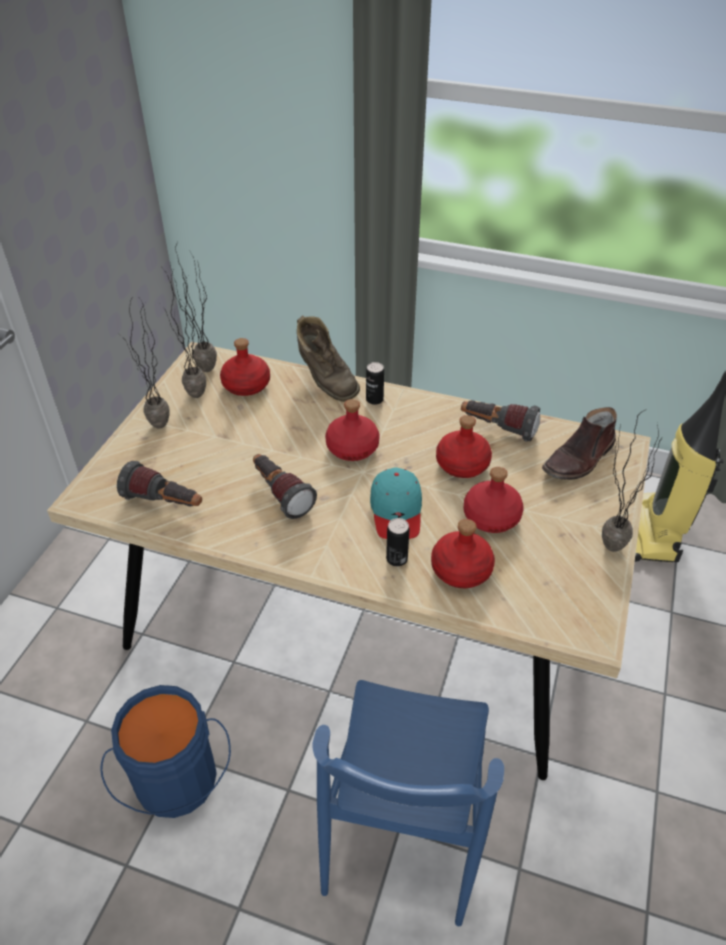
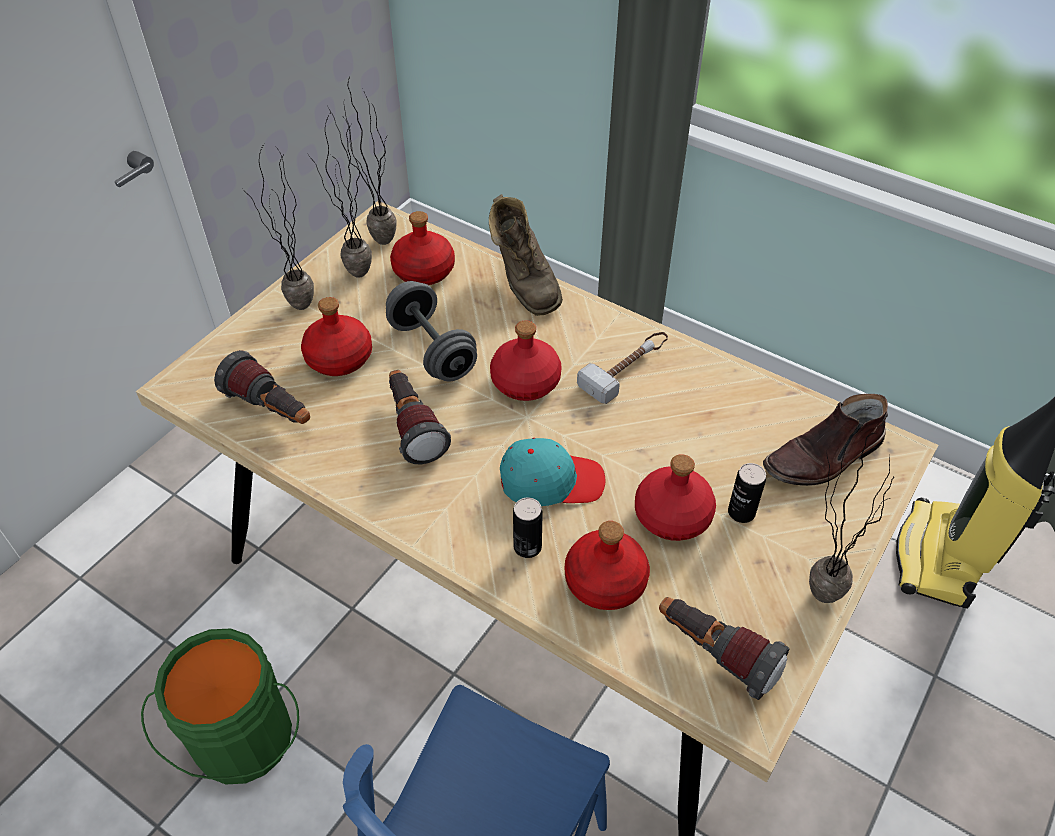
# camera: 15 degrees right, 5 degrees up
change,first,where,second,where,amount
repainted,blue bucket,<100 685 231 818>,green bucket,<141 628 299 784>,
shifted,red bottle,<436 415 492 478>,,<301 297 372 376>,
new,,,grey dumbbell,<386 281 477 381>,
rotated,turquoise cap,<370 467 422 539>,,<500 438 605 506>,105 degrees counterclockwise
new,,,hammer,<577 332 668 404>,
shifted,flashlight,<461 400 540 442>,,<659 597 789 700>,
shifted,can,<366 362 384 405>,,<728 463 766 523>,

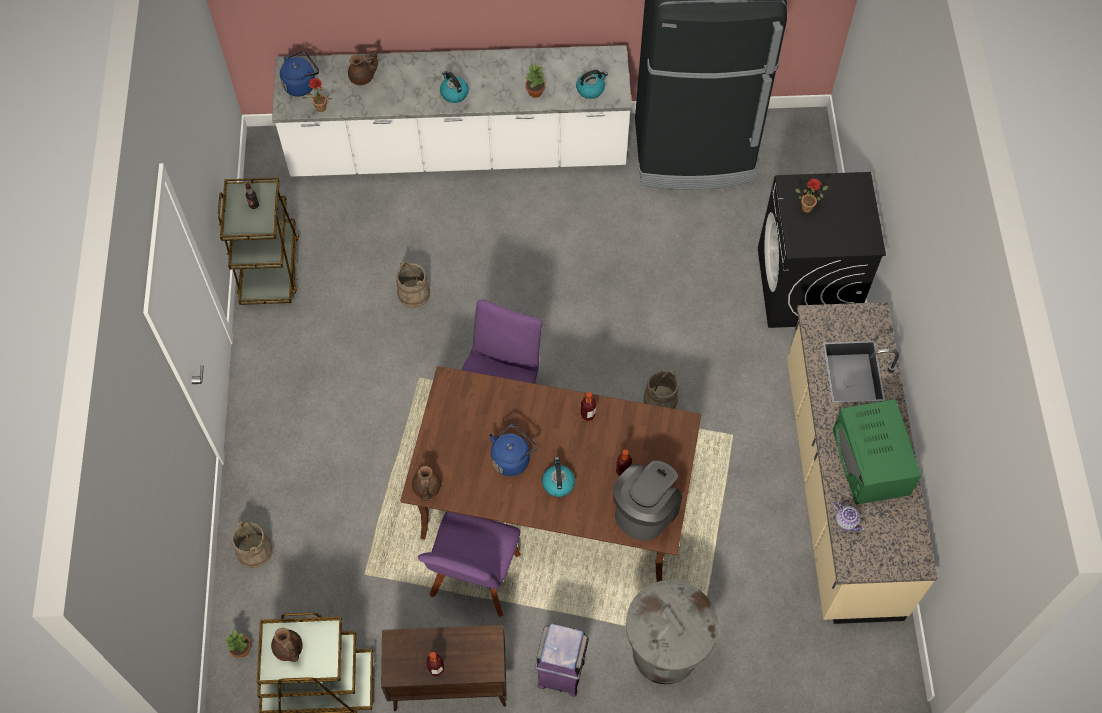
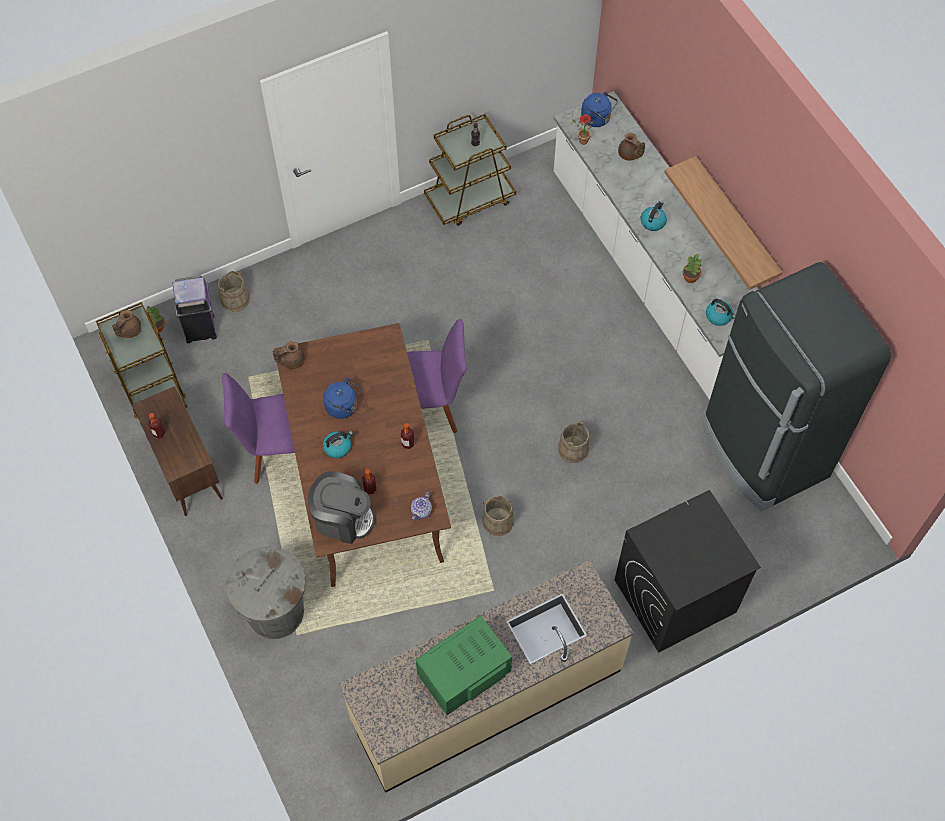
# camera: 65 degrees right, 0 degrees up
change,first,where,second,where,amount
shifted,purple trash can,<535 623 589 697>,,<173 276 217 343>,
shifted,teapot,<833 501 864 532>,,<411 492 432 520>,
shifted,beige bucket,<396 262 430 308>,,<558 421 589 463>,
new,,,shelf,<664 156 782 290>,
gone,potted plant,<795 179 828 213>,,,

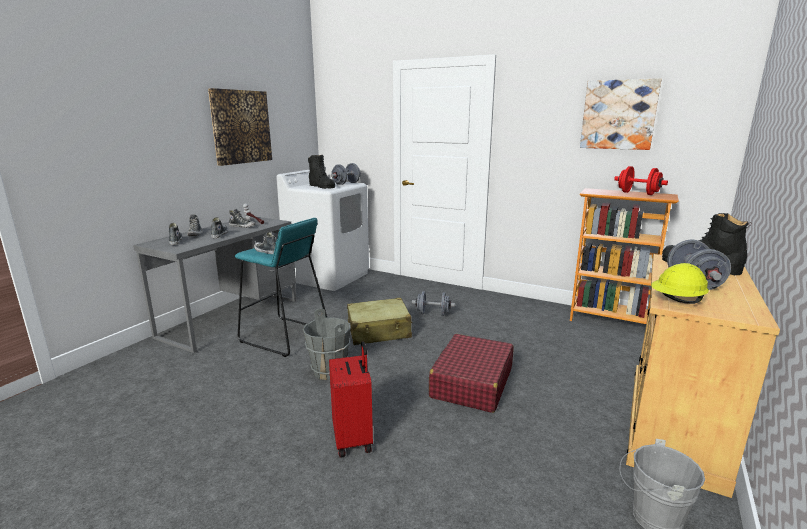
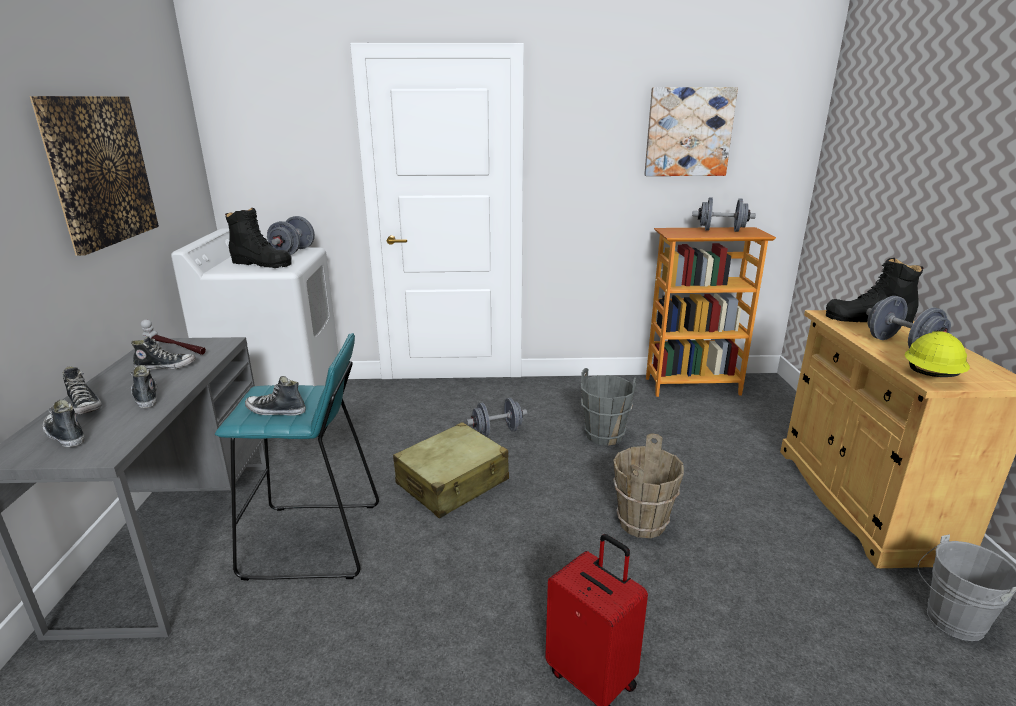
# camera: 30 degrees left, 5 degrees up
change,first,where,second,where,amount
shifted,grey bucket,<303 308 351 380>,,<581 368 637 446>,
swapped,red suitcase,<429 334 514 413>,brown bucket,<613 433 684 538>,
repainted,red dumbbell,<614 166 668 195>,grey dumbbell,<692 198 756 232>,

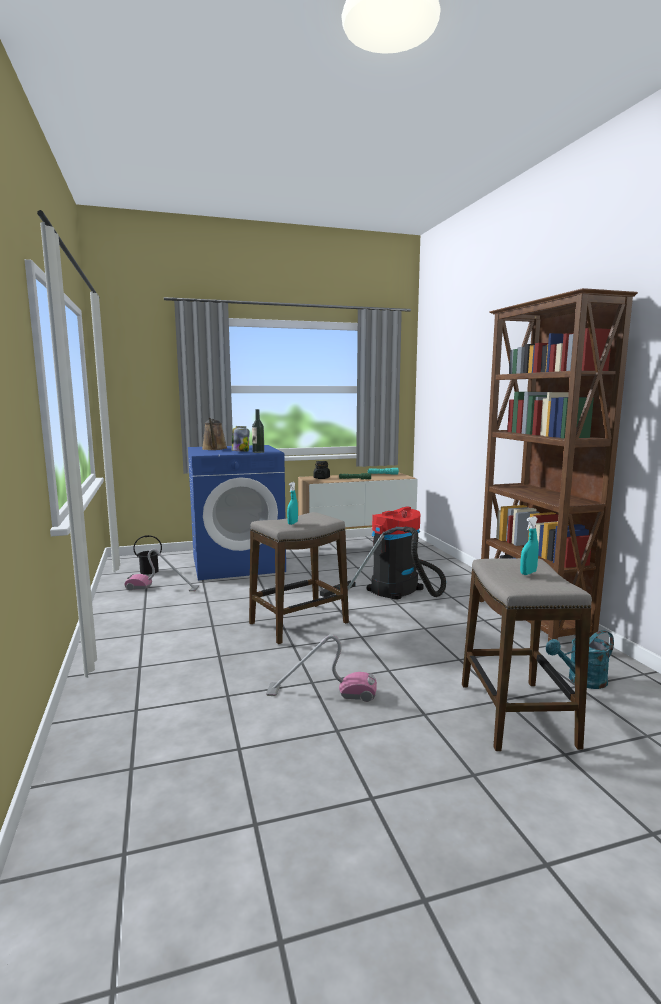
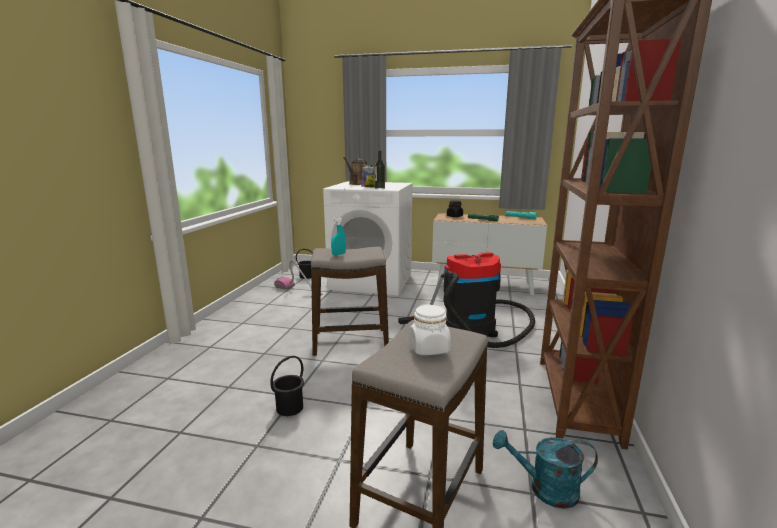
# camera: 30 degrees right, 5 degrees up
change,first,where,second,where,amount
swapped,vacuum cleaner,<266 635 377 702>,black bucket,<270 356 304 416>,
repainted,blue washing machine,<188 445 286 580>,white washing machine,<323 181 413 296>,
swapped,turquoise spray bottle,<520 516 539 575>,white jar,<409 304 451 355>,

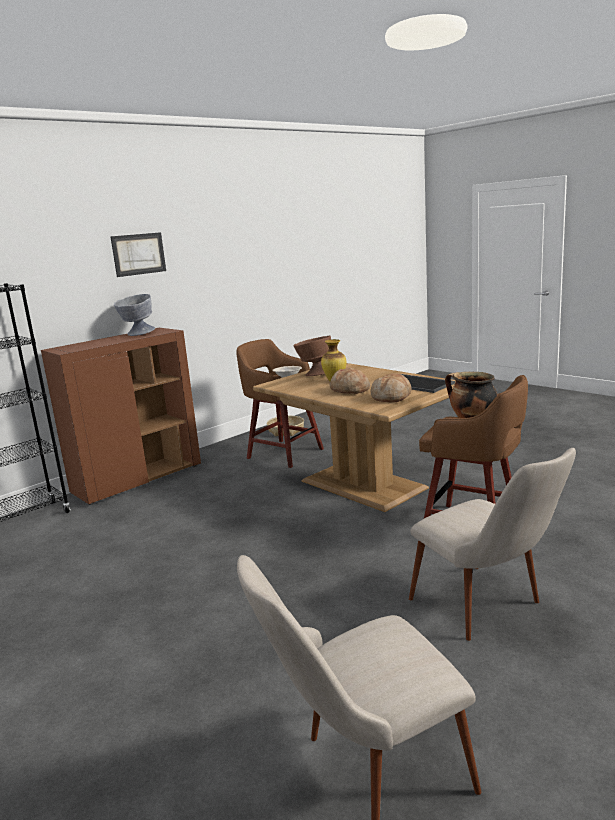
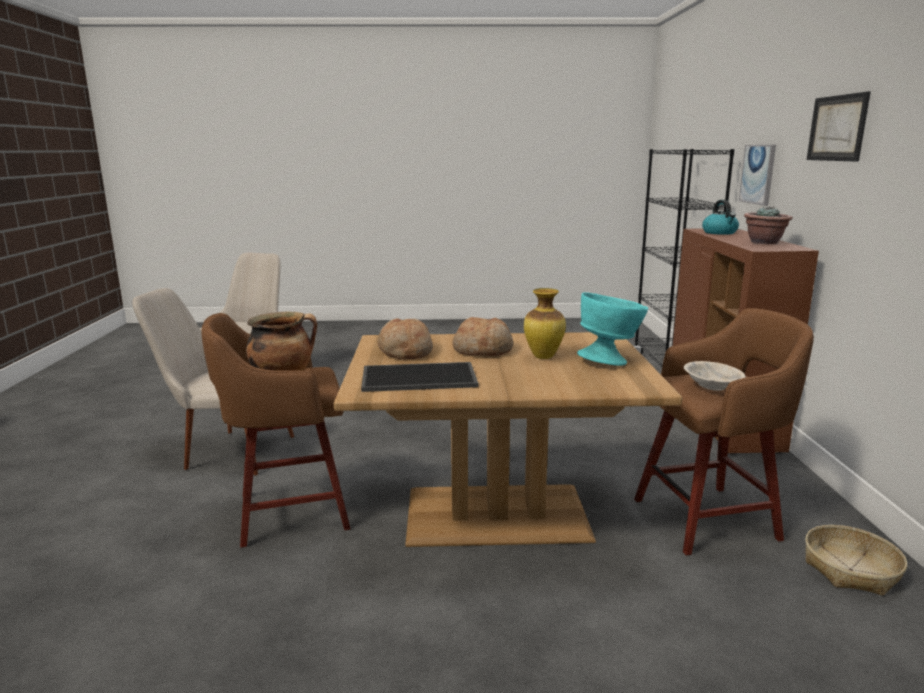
# camera: 130 degrees right, 0 degrees up
change,first,where,second,where,amount
repainted,brown bowl,<293 336 331 376>,turquoise bowl,<577 292 648 366>,
new,,,kettle,<702 200 739 235>,
new,,,picture,<739 145 776 206>,
swapped,grey bowl,<114 294 155 336>,potted plant,<744 207 793 244>,

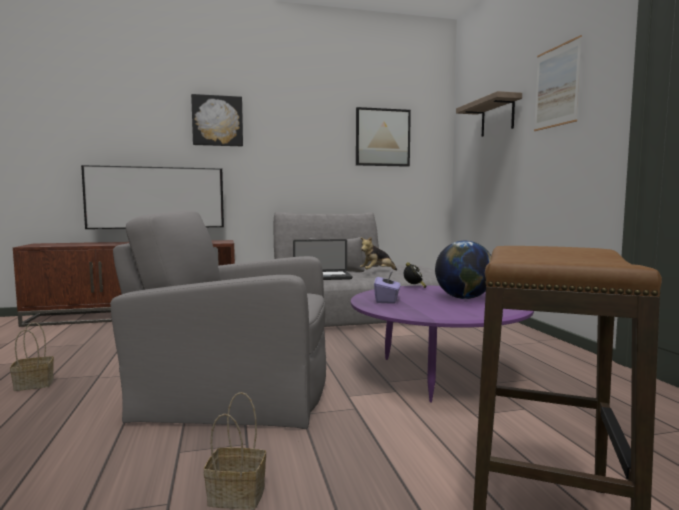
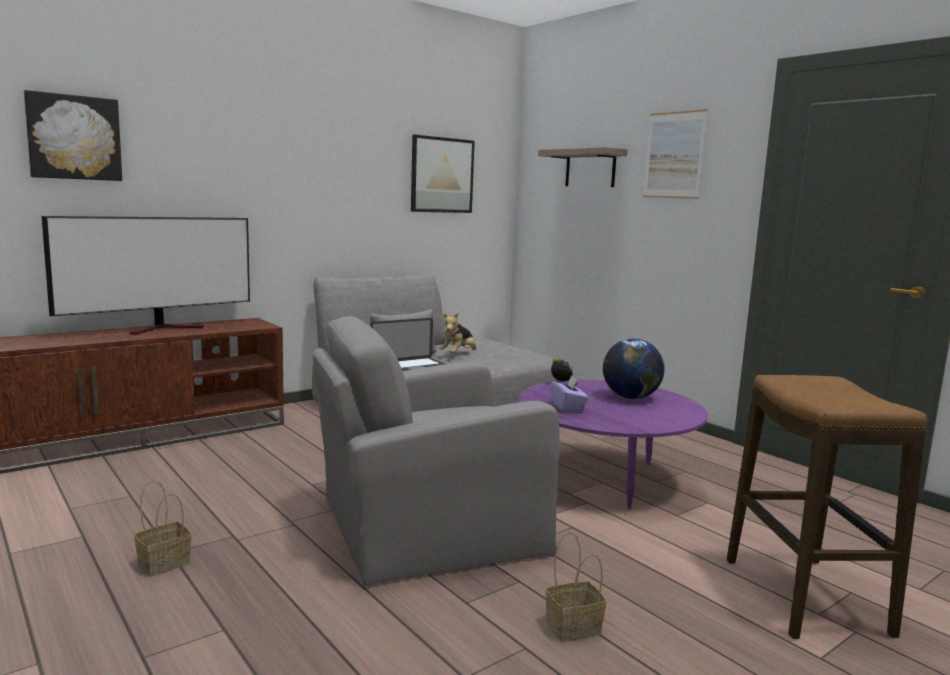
# camera: 25 degrees left, 5 degrees up
change,first,where,second,where,amount
shifted,picture,<191 94 243 146>,,<24 90 122 181>,

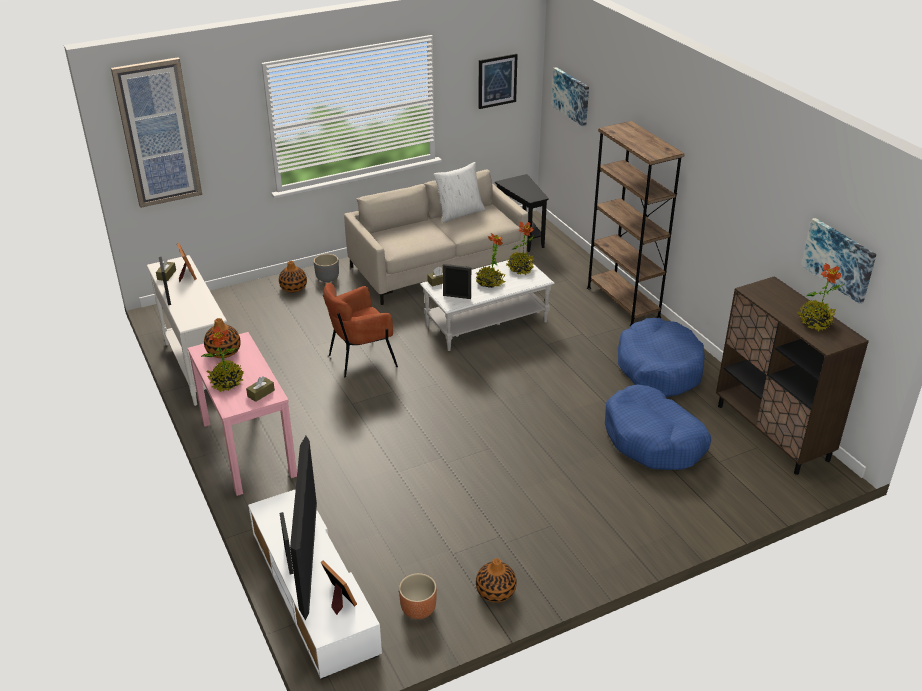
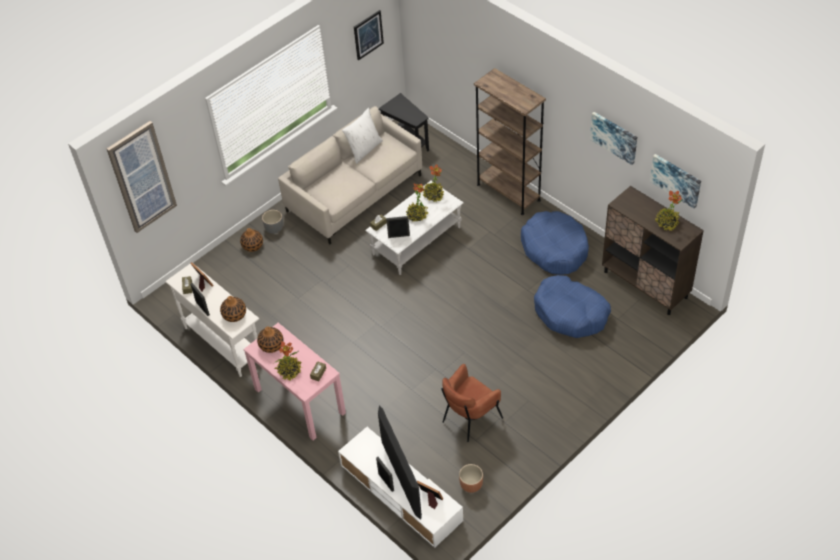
# camera: 15 degrees left, 15 degrees up
change,first,where,second,where,amount
shifted,vase,<476 558 517 603>,,<220 296 246 322>,
shifted,brown armchair,<323 283 398 377>,,<441 364 503 442>,
shifted,picture,<552 67 589 127>,,<590 112 637 165>,

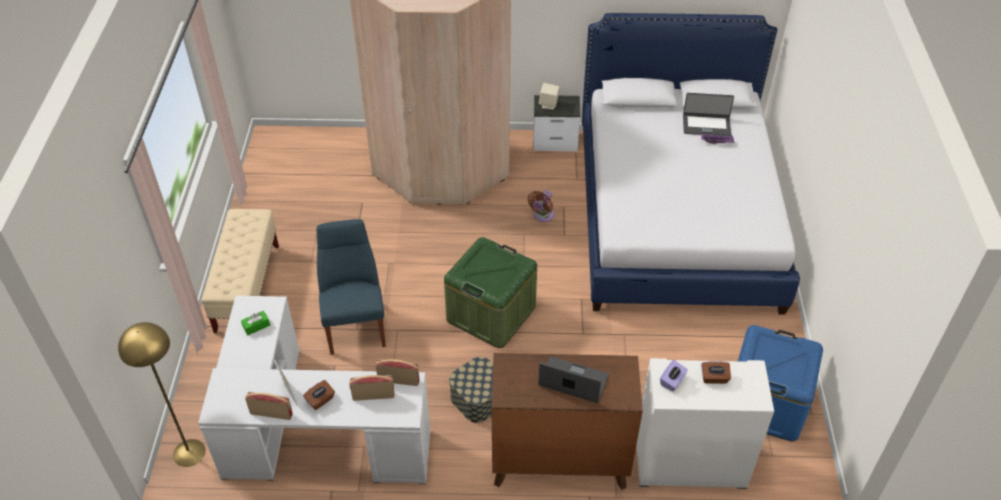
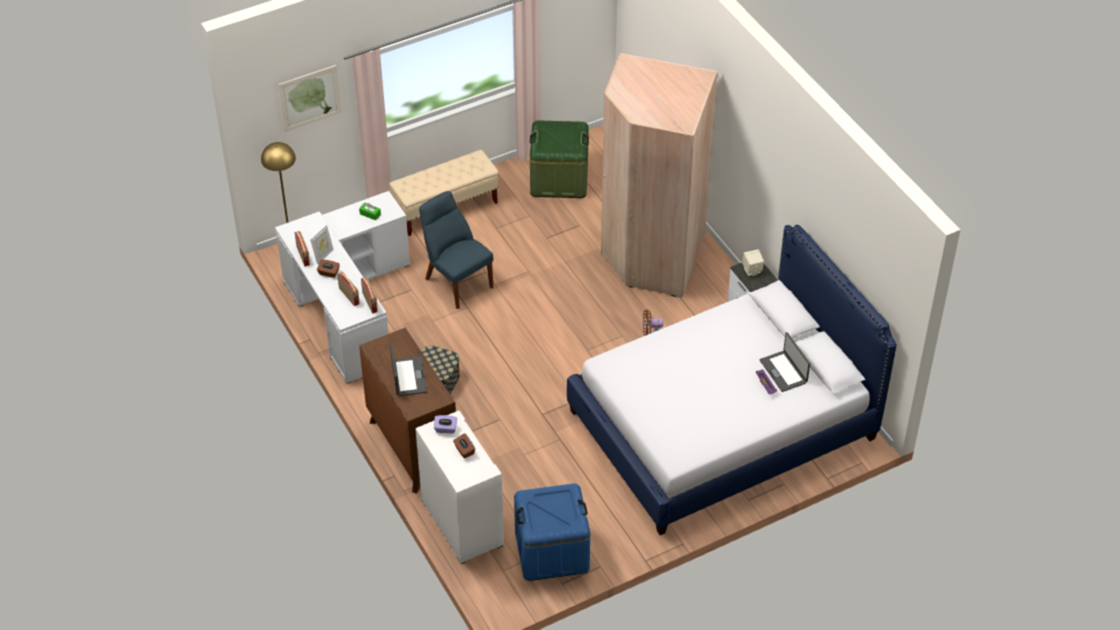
# camera: 60 degrees right, 0 degrees up
change,first,where,second,where,amount
new,,,picture,<279 65 341 132>,
rotated,blue chair,<316 219 386 355>,,<419 191 493 309>,90 degrees counterclockwise
shifted,green storage box,<444 237 537 348>,,<530 120 589 198>,

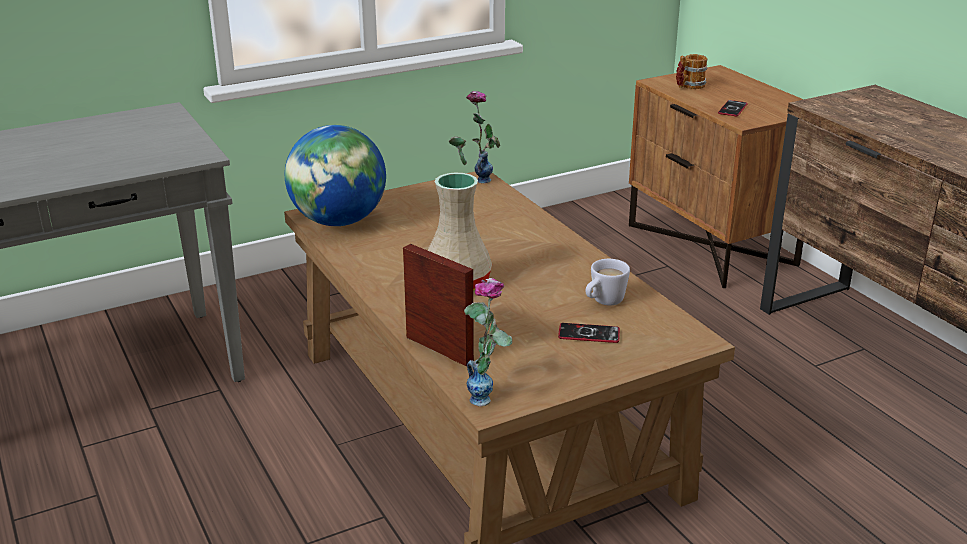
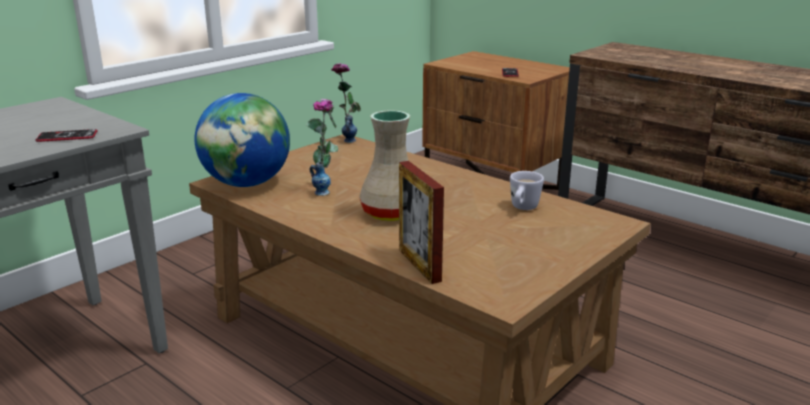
# camera: 20 degrees left, 5 degrees down
change,first,where,second,where,amount
shifted,phone,<558 323 620 343>,,<35 129 98 142>,
shifted,vase,<464 278 512 407>,,<306 99 338 196>,
rotated,picture frame,<403 244 474 366>,,<399 161 444 284>,135 degrees counterclockwise
gone,mug,<676 54 708 89>,,,

